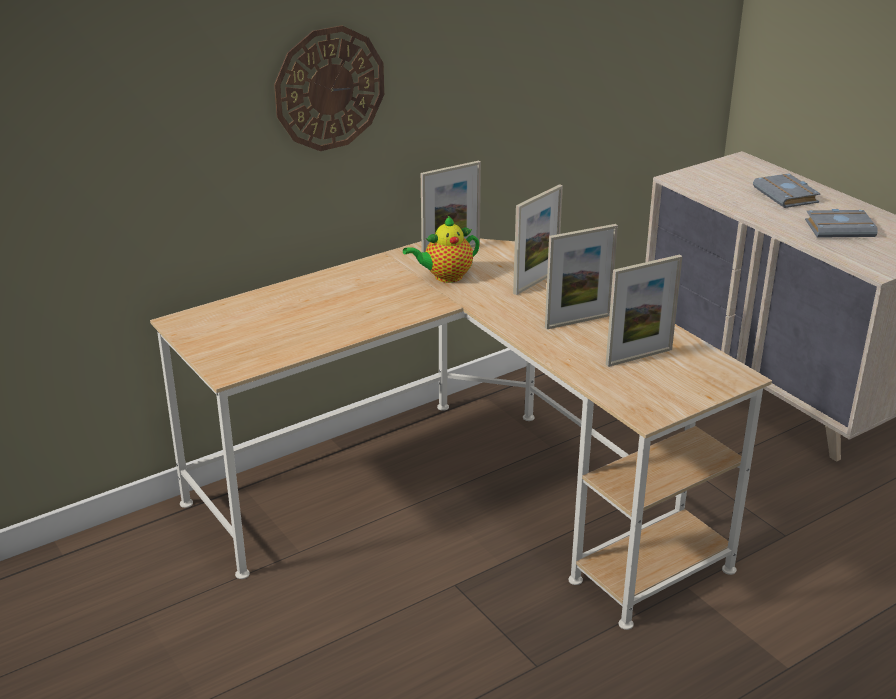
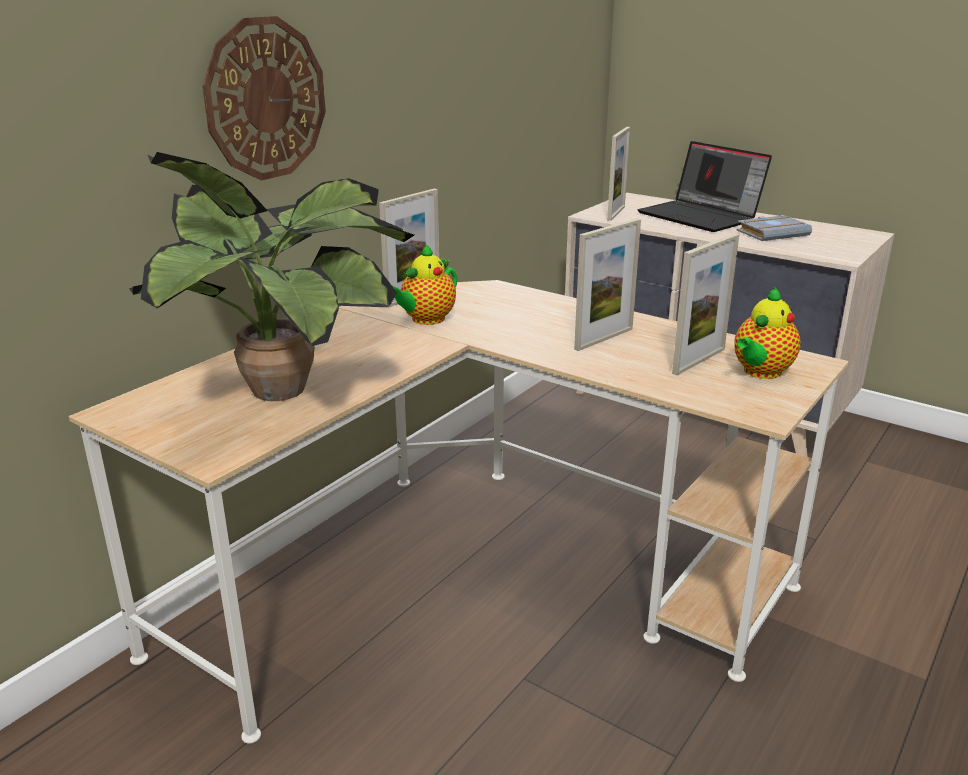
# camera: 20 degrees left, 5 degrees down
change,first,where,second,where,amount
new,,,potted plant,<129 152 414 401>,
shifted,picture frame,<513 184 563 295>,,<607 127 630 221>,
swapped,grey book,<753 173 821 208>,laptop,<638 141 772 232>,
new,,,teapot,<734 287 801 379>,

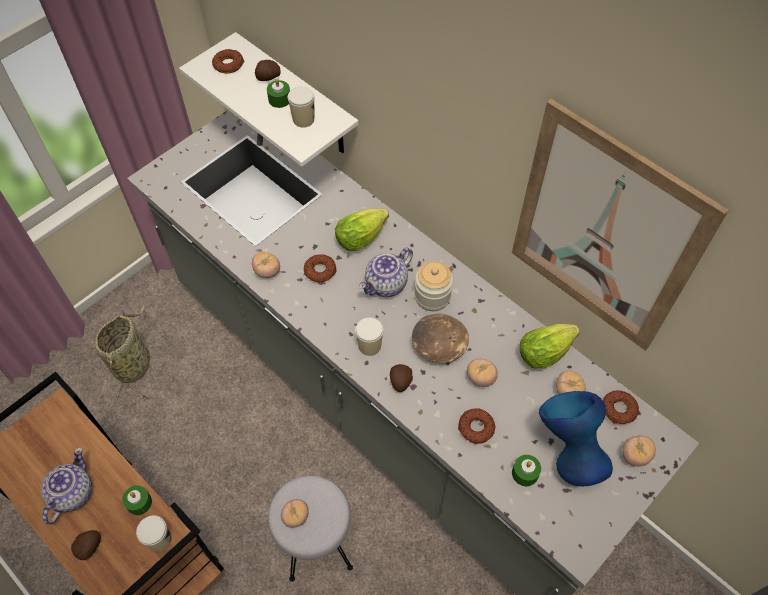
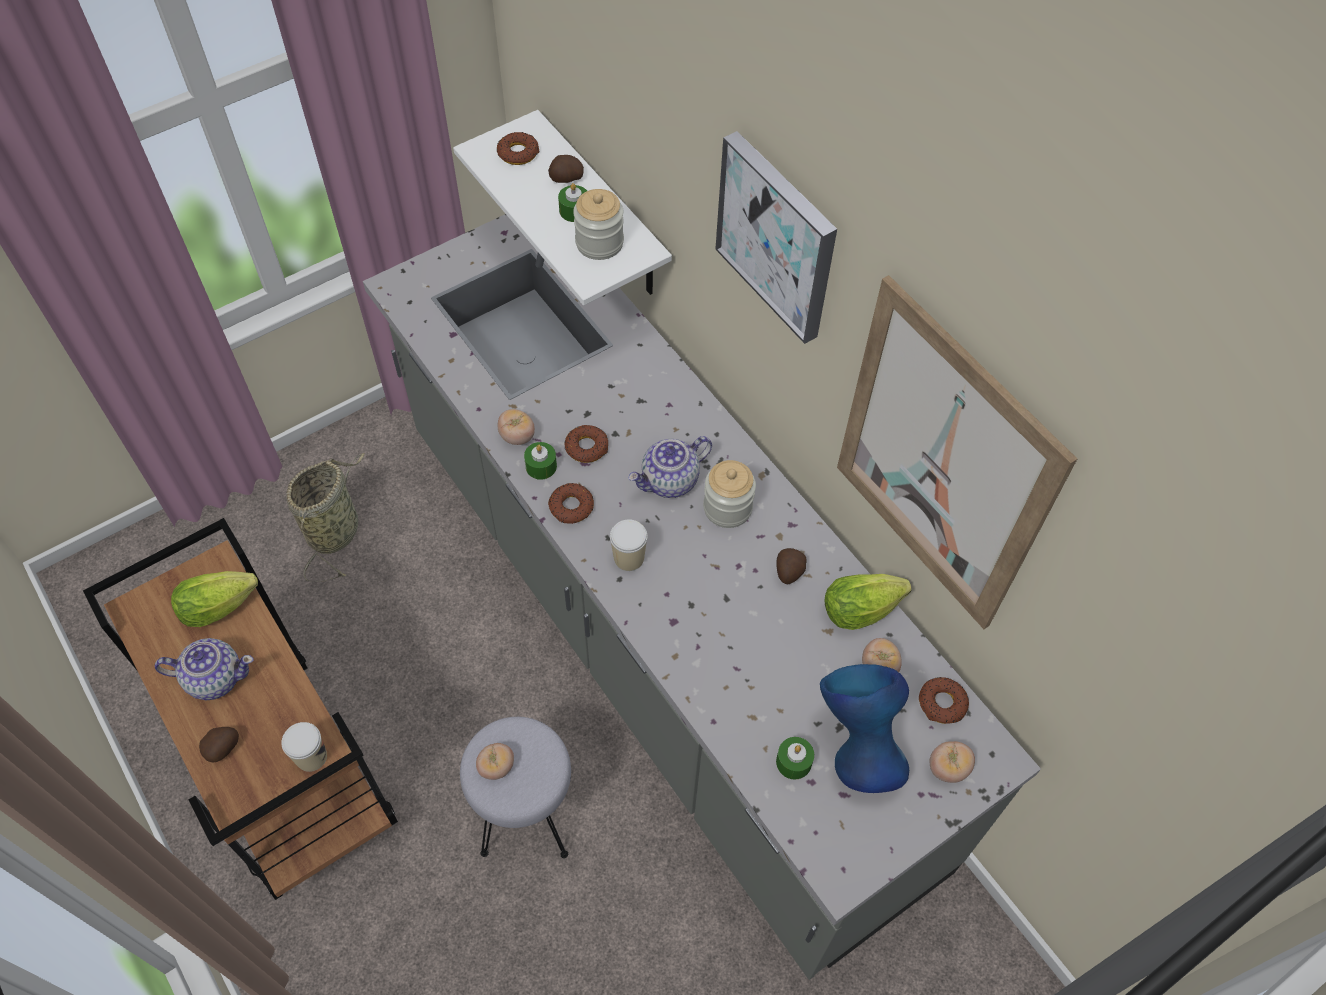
# camera: 10 degrees right, 0 degrees up
change,first,where,second,where,amount
rotated,teapot,<41 447 92 525>,,<155 638 253 700>,60 degrees clockwise
shifted,lettuce,<335 209 389 251>,,<171 571 258 627>,
shifted,green candle,<122 485 152 515>,,<524 442 557 480>,
shifted,donut,<458 408 496 444>,,<548 483 594 524>,
swapped,cup,<288 86 314 128>,jar,<573 189 624 260>,
new,,,picture,<715 131 837 344>,
shifted,potato,<390 364 413 392>,,<776 548 806 584>,
gone,brown bowl,<412 314 469 363>,,,
gone,tomato,<467 359 498 387>,,,

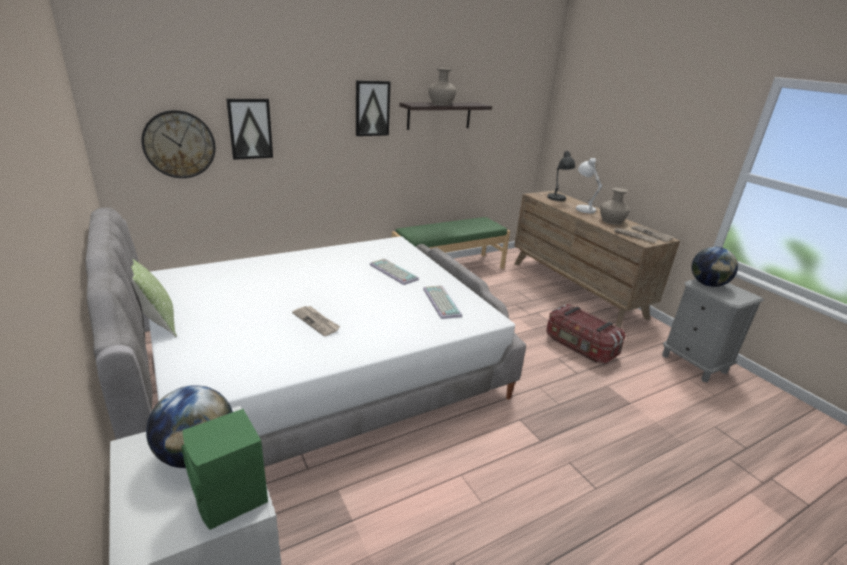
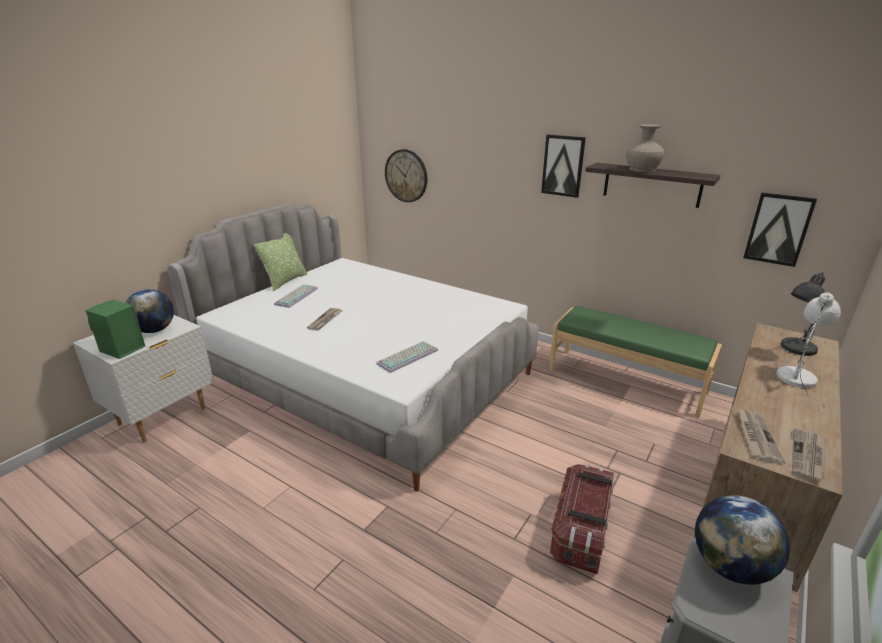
# camera: 65 degrees right, 0 degrees up
change,first,where,second,where,amount
shifted,keyboard,<370 259 419 285>,,<274 284 318 308>,
shifted,picture,<226 99 273 160>,,<743 192 817 267>,
gone,beige vase,<600 188 630 225>,,,

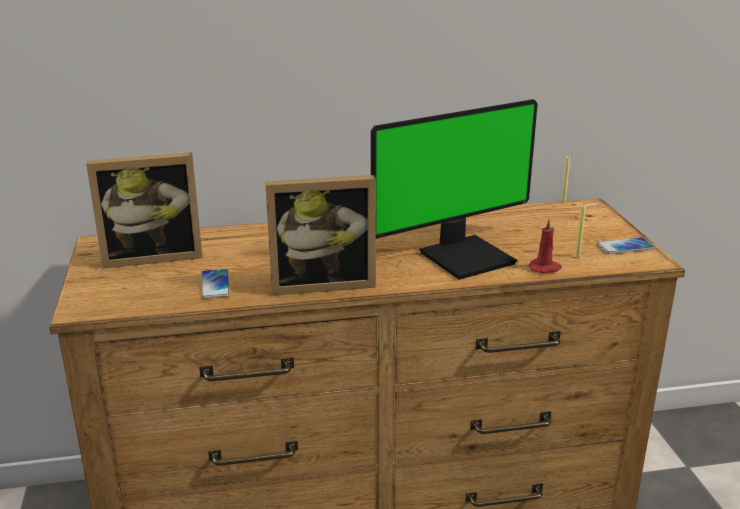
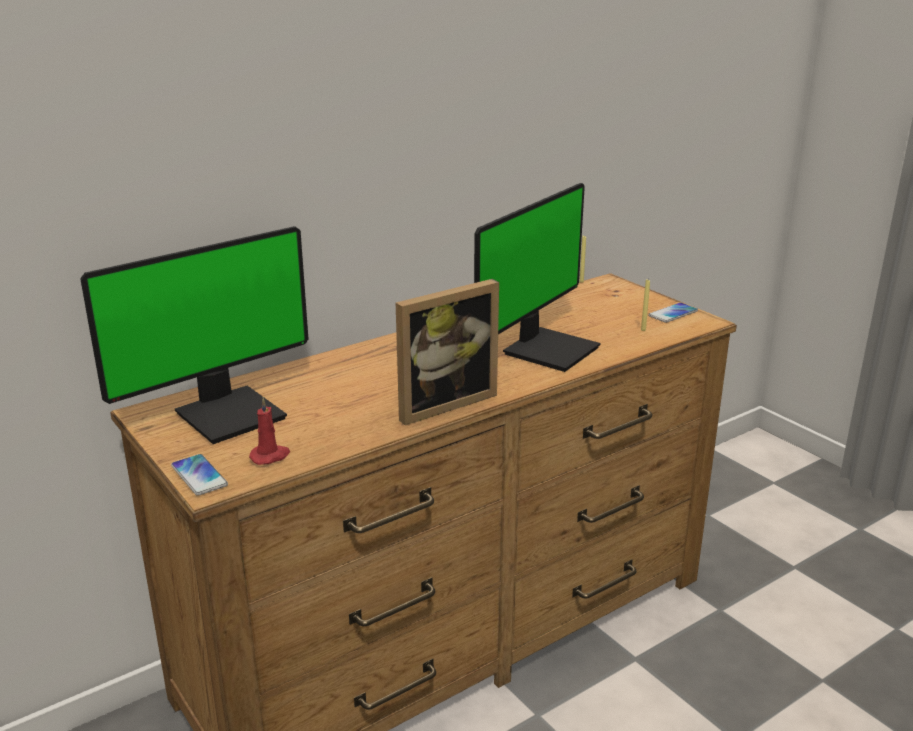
# camera: 25 degrees left, 0 degrees up
change,first,where,second,where,amount
swapped,picture frame,<86 152 202 269>,monitor,<80 226 308 444>,
shifted,phone,<201 269 230 299>,,<171 454 228 496>,
shifted,red candle,<528 218 562 273>,,<249 397 290 465>,

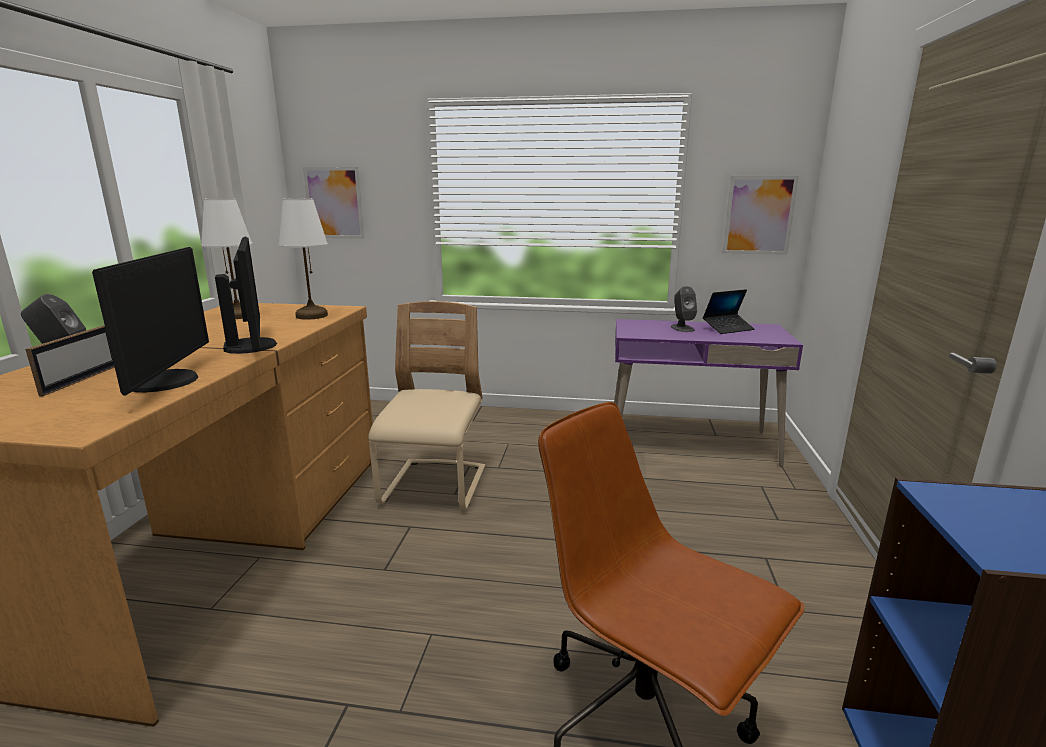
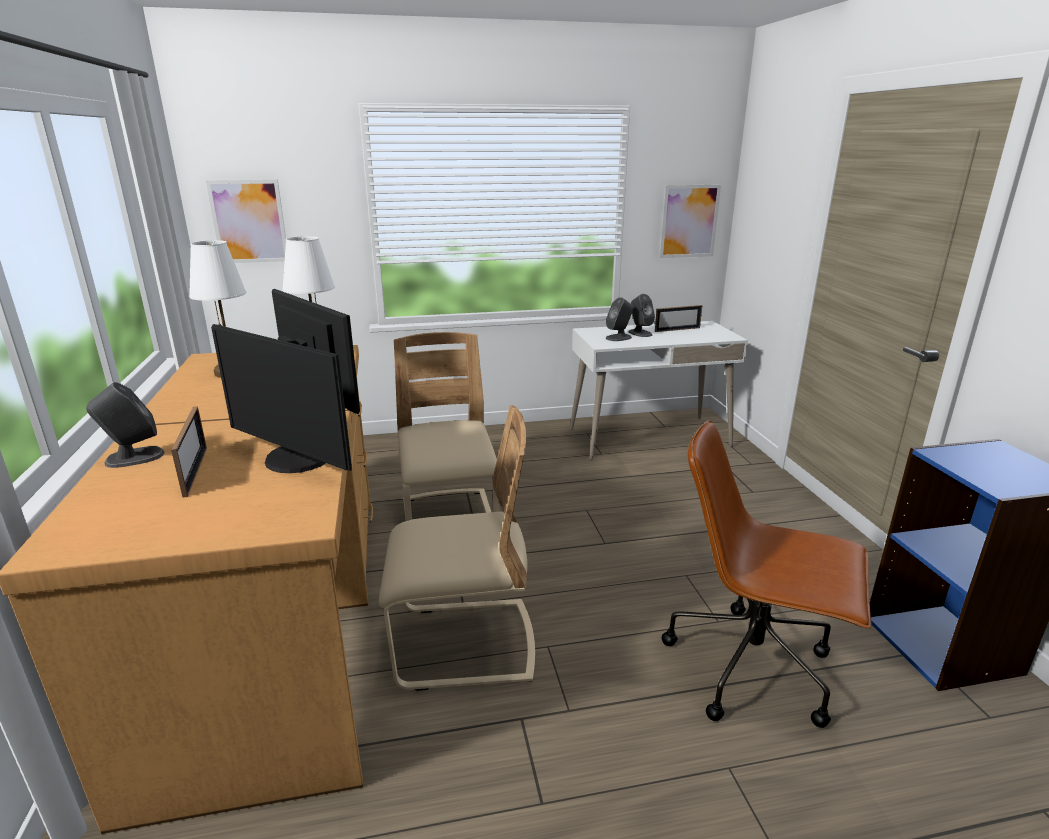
# camera: 20 degrees left, 5 degrees up
change,first,where,second,where,amount
rotated,monitor,<92 247 209 395>,,<211 324 352 473>,150 degrees clockwise
new,,,beige chair,<378 405 535 691>,
repainted,purple desk,<614 319 803 467>,white desk,<570 321 748 460>,
new,,,grey speaker,<606 297 633 341>,
swapped,laptop,<703 289 755 334>,picture frame,<655 305 702 332>,

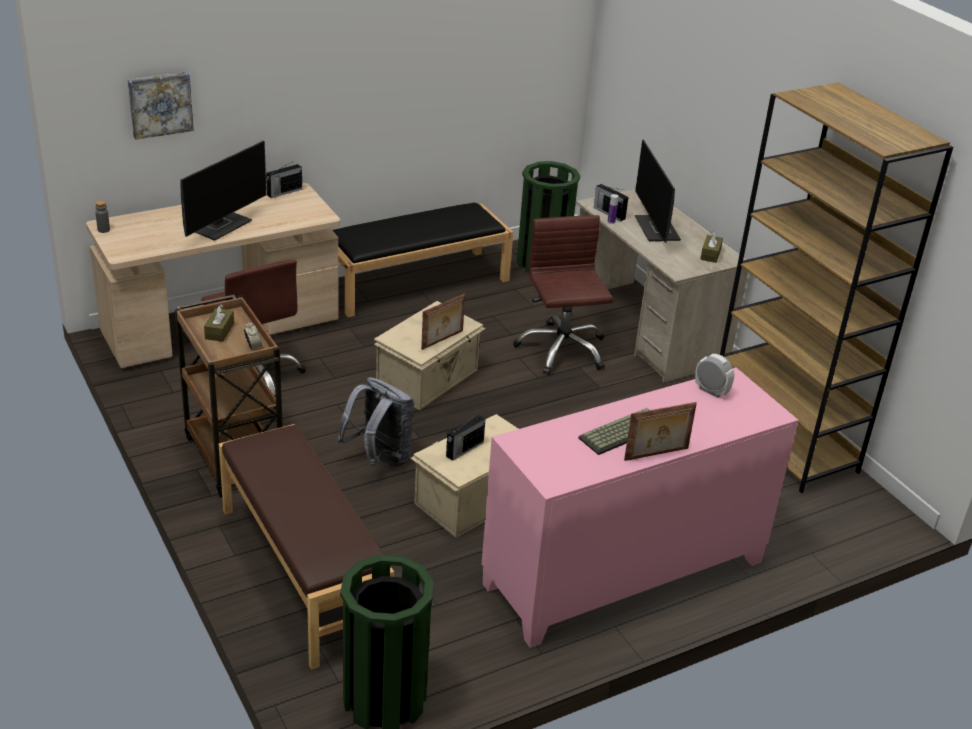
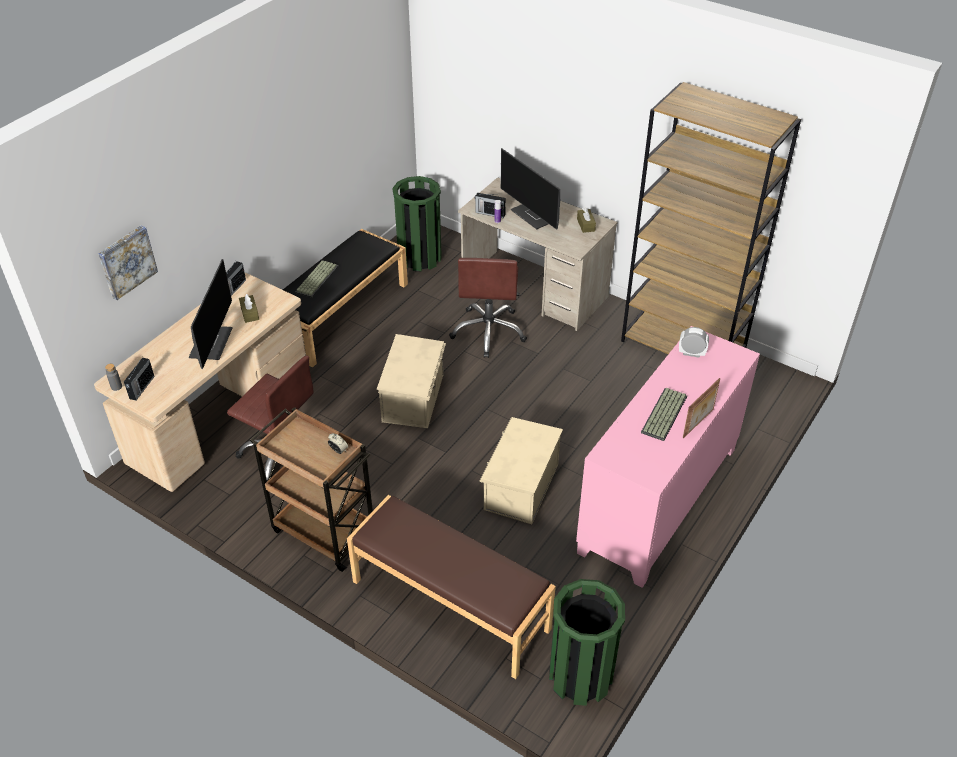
# camera: 25 degrees left, 10 degrees up
change,first,where,second,where,amount
shifted,radio,<446 414 485 461>,,<124 357 155 401>,
shifted,brown tissue box,<204 304 234 342>,,<239 294 259 323>,
new,,,keyboard,<295 260 339 298>,
rotated,brown office chair,<513 215 613 375>,,<449 258 527 358>,135 degrees counterclockwise
gone,grey backpack,<337 377 414 467>,,,
gone,picture frame,<421 294 465 350>,,,

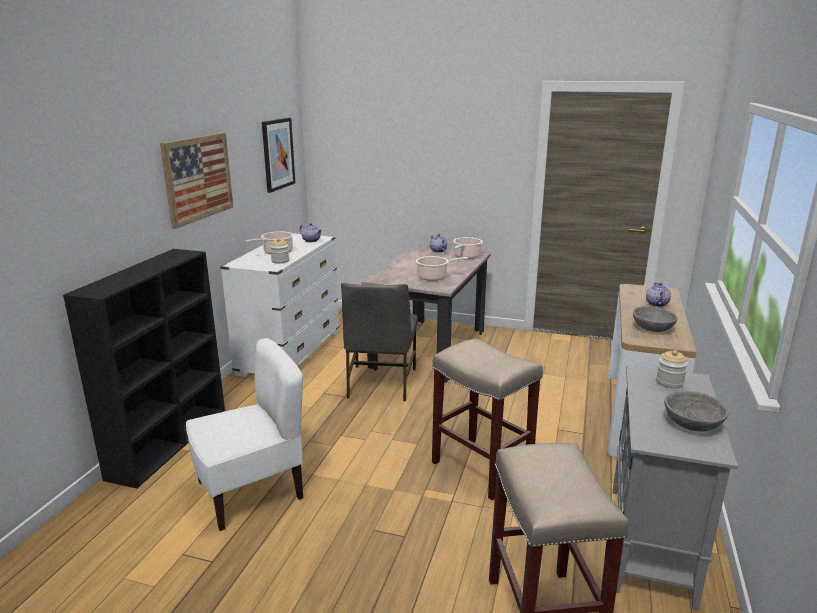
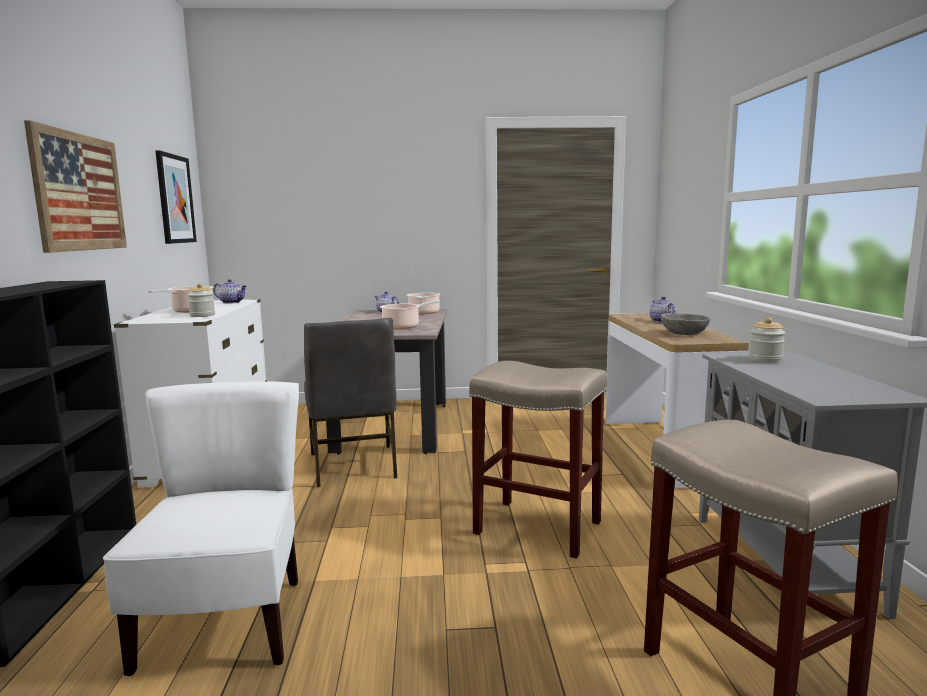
# camera: 20 degrees left, 10 degrees down
change,first,where,second,where,amount
rotated,white chair,<186 338 303 531>,,<103 381 299 676>,45 degrees counterclockwise
gone,grey bowl,<664 390 728 432>,,,

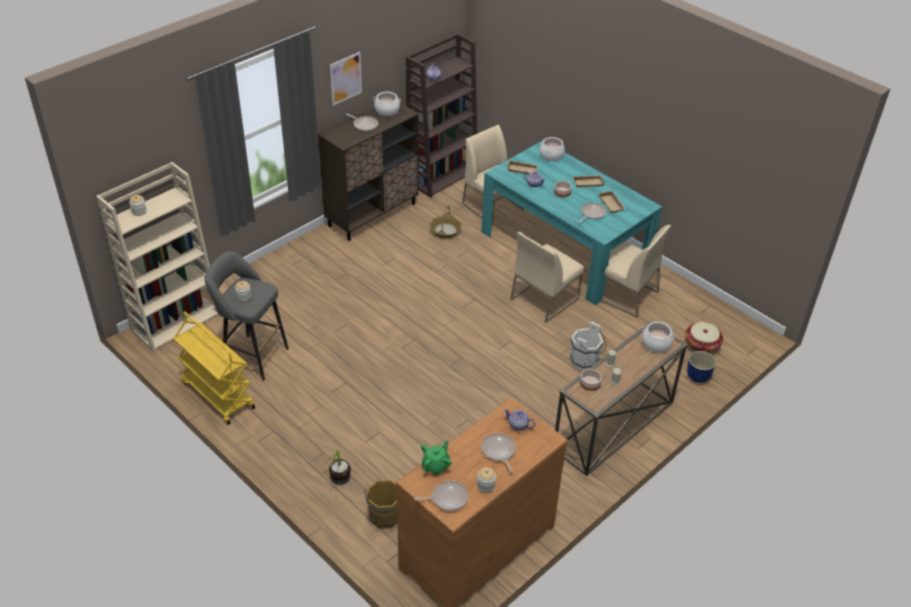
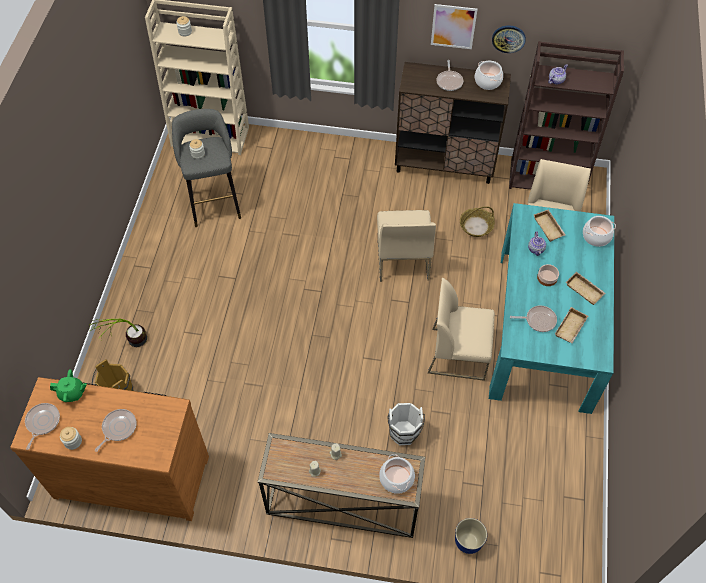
# camera: 55 degrees right, 15 degrees up
change,first,where,second,where,amount
rotated,frying pan,<414 481 468 511>,,<25 403 60 450>,120 degrees counterclockwise
shifted,beige chair,<601 225 671 318>,,<377 210 436 282>,
new,,,wall clock,<492 25 526 53>,
gone,yellow cart,<173 312 255 425>,,,
gone,teapot,<504 409 535 431>,,,
gone,bowl,<580 369 602 391>,,,
gone,basket,<685 322 723 353>,,,

